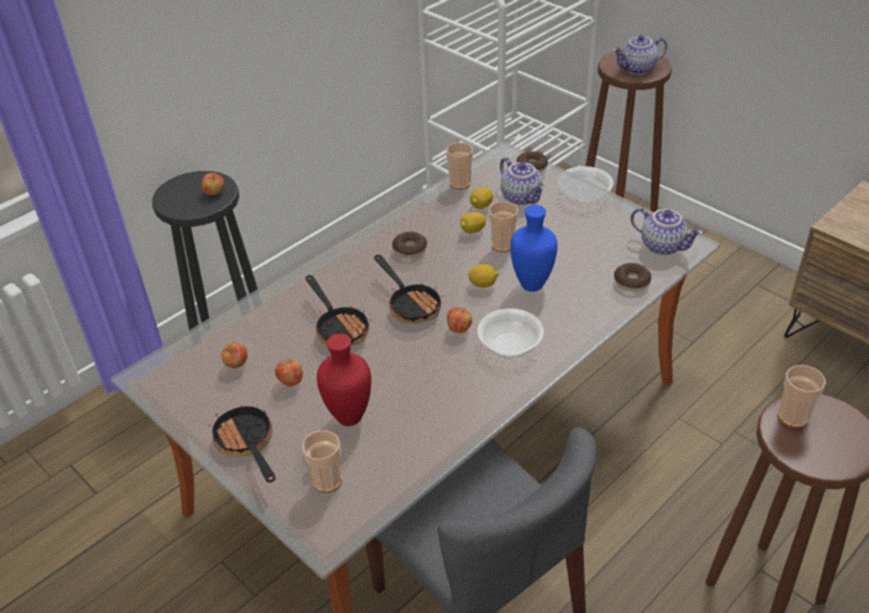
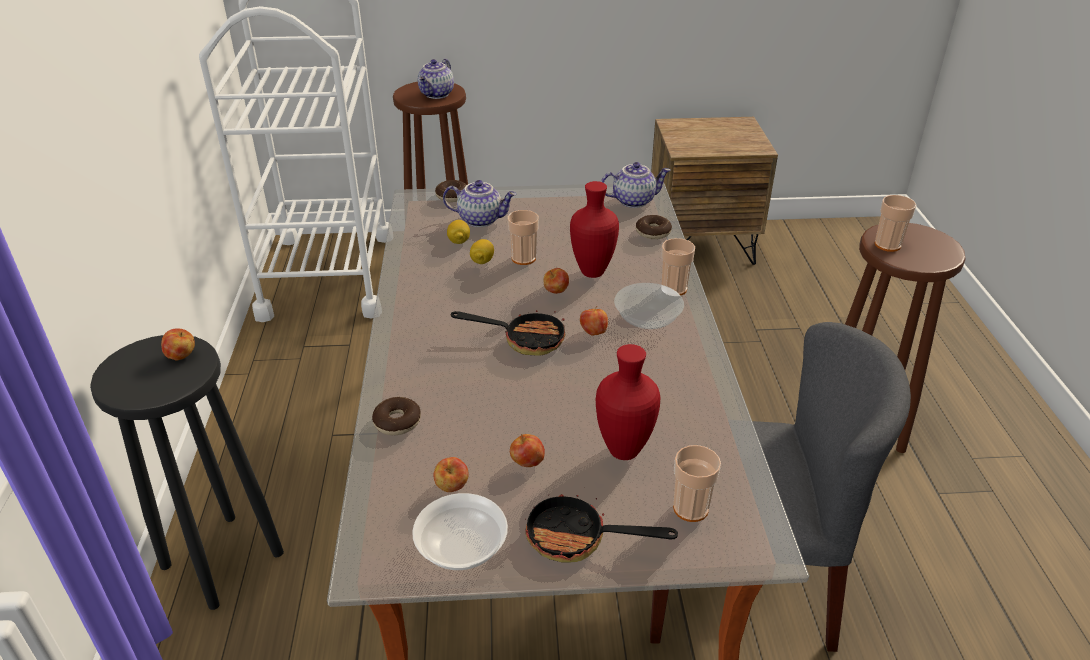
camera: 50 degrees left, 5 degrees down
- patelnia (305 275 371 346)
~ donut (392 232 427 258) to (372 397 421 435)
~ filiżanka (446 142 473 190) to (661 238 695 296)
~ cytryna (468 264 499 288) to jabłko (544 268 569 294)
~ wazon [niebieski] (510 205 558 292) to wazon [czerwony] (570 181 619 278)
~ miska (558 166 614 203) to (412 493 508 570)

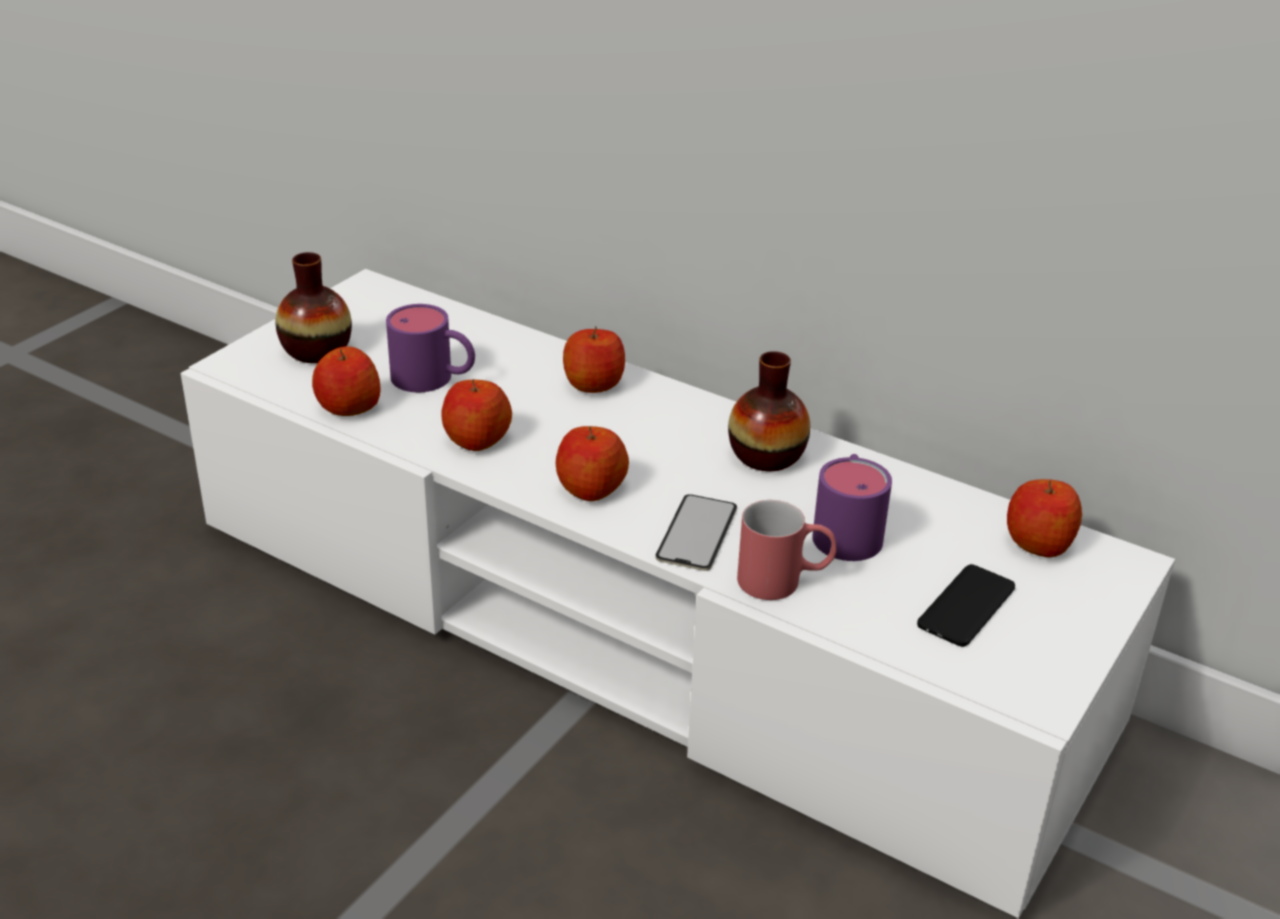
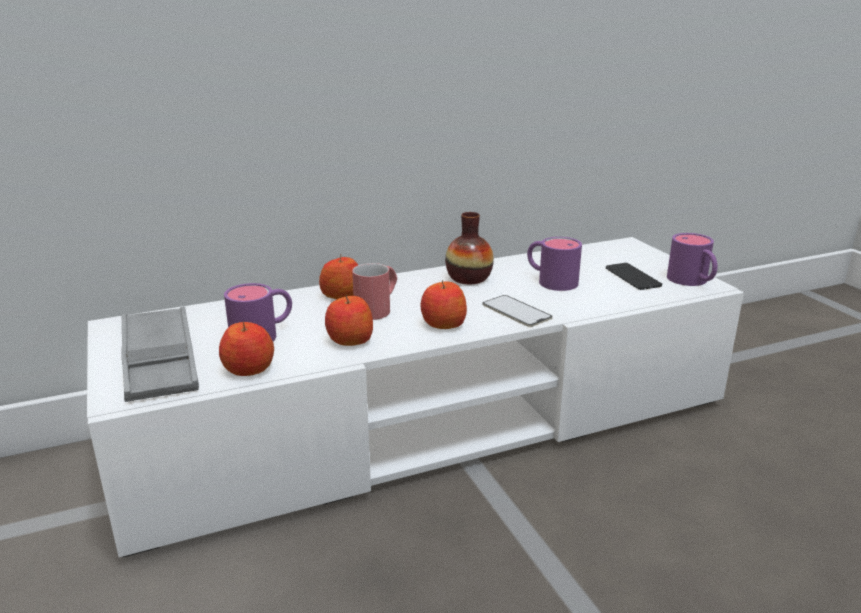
camera: 55 degrees left, 10 degrees down
~ wazon (275 252 352 363) to taca [szary] (121 306 199 402)
~ kubek [czerwony] (737 500 836 600) to (352 263 397 320)
- jabłko (1007 479 1082 558)
+ kubek [fioletowy] (667 233 718 286)

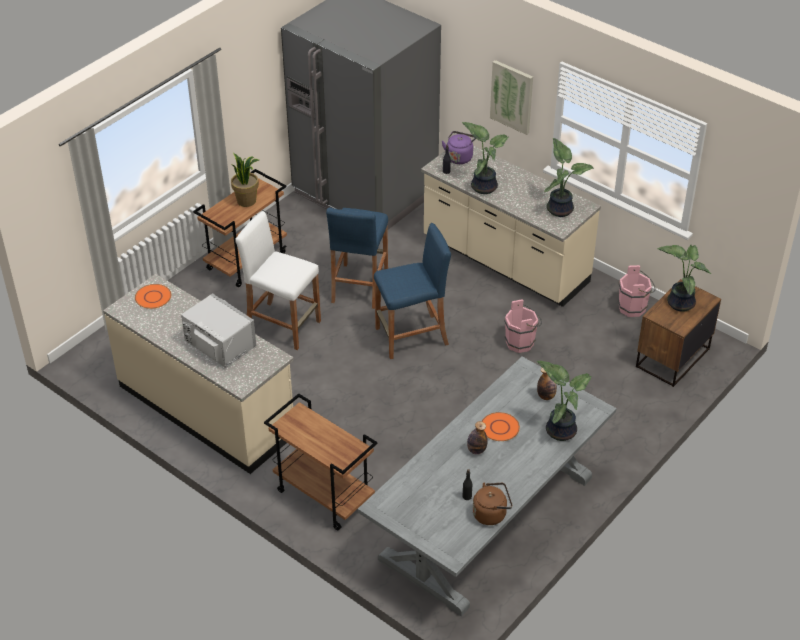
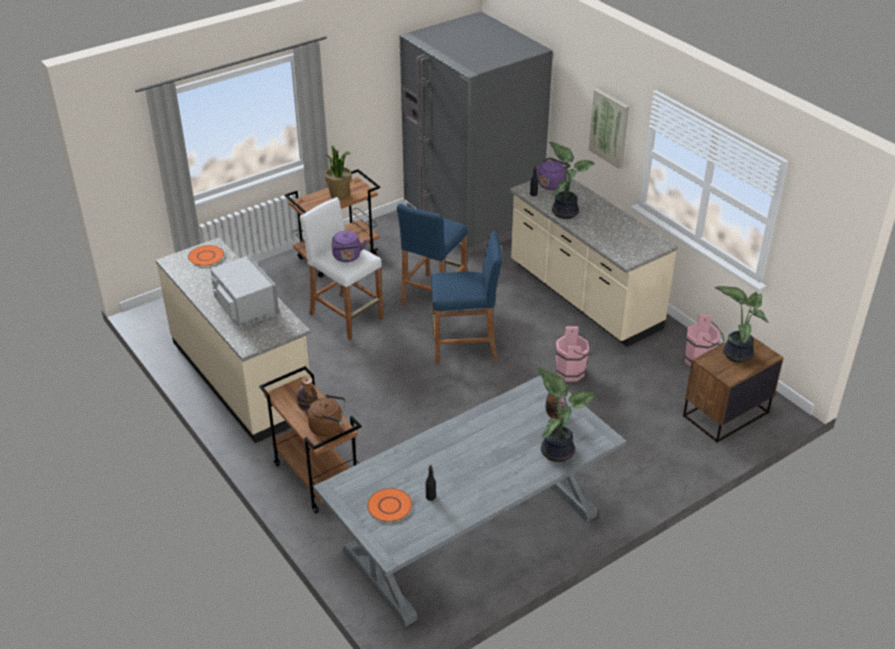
camera: 15 degrees right, 5 degrees down
~ butelka (467 421 488 455) to (297 376 318 412)
~ czajnik [brązowy] (473 483 512 525) to (308 395 345 437)
~ talerz [pomarańczowy] (482 412 520 441) to (367 488 412 522)
- roślina doniczkowa (544 138 593 217)
+ czajnik [fioletowy] (332 231 366 262)

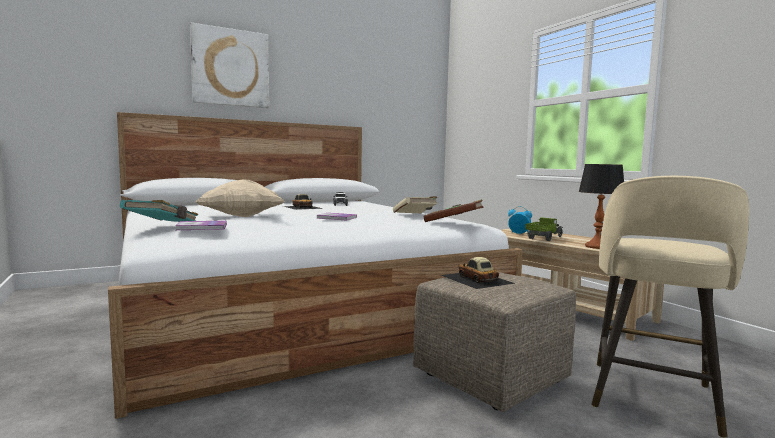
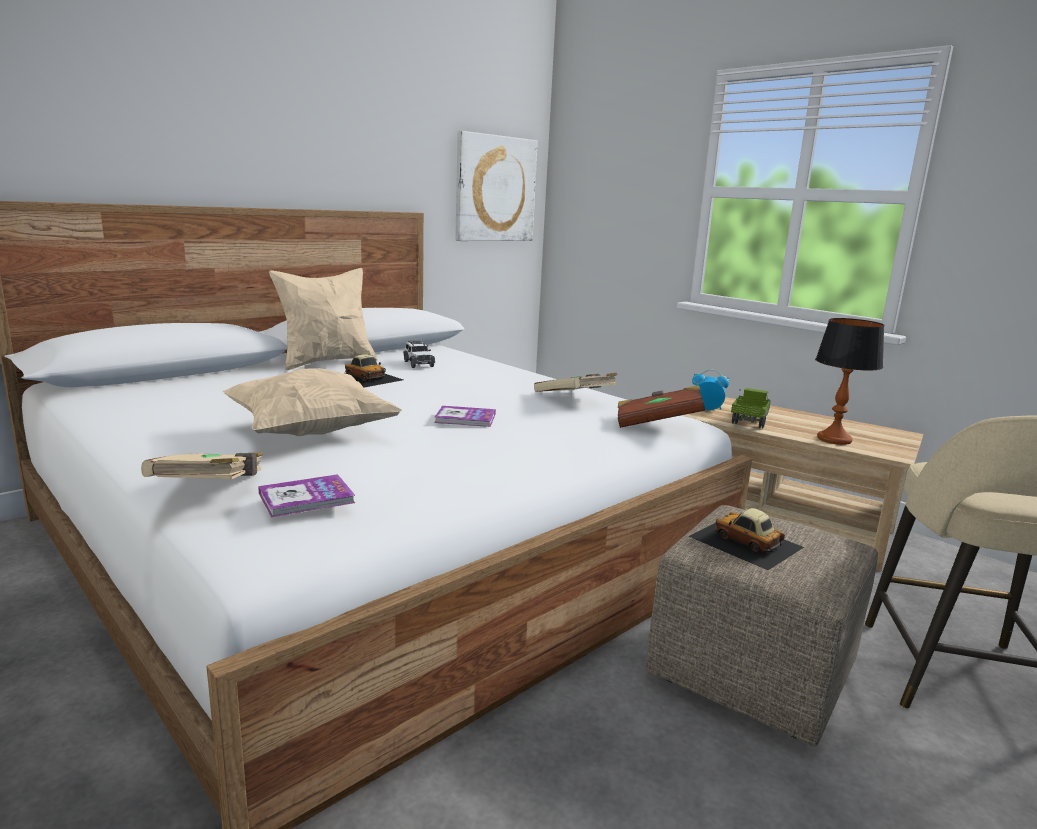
camera: 15 degrees left, 10 degrees up
~ książka [turkusowy] (120 200 198 222) to książka [beżowy] (141 452 263 479)
~ obraz (190 23 269 108) to (455 131 538 241)
+ poduszka [beżowy] (269 268 378 370)

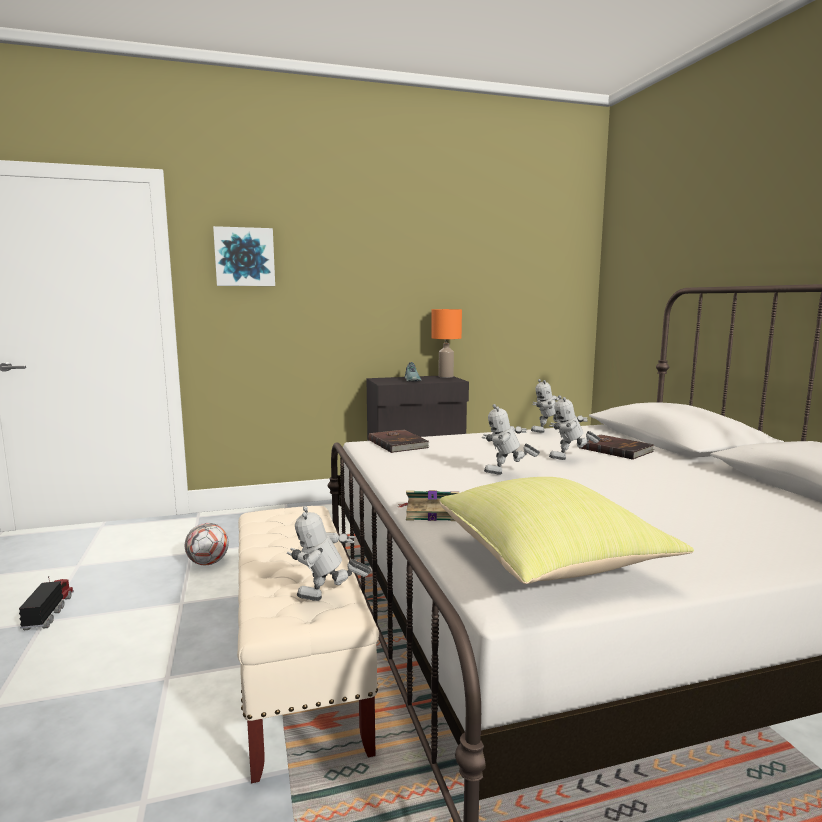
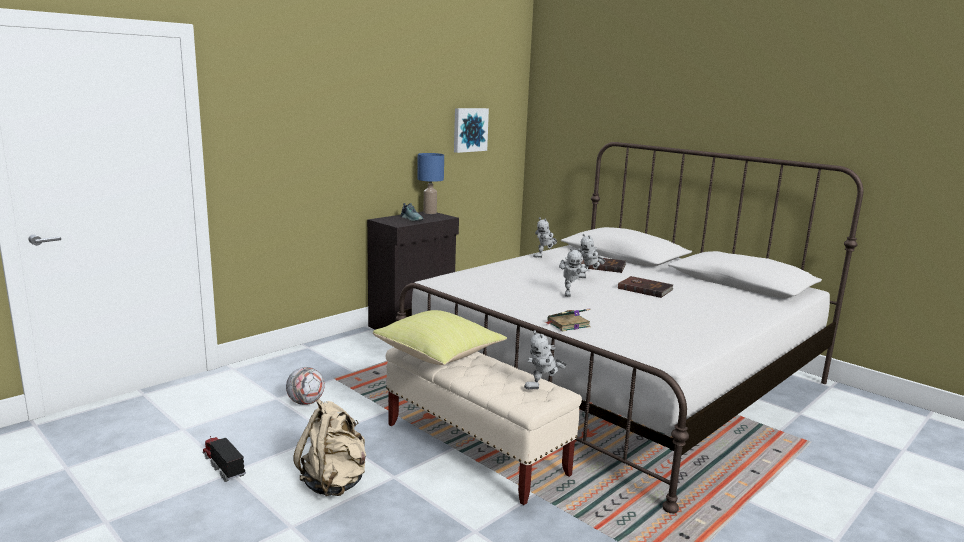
camera: 30 degrees left, 5 degrees up
~ obraz (213 226 275 286) to (454 108 489 153)
~ książka [brązowy] (369 430 429 453) to (618 276 674 298)
~ lampa stołowa [pomarańczowy] (431 309 462 378) to lampa stołowa [niebieski] (417 153 444 214)
~ poduszka [żółty] (439 477 694 584) to (373 310 507 365)
~ robot zabawkowy (482 404 540 475) = (559 248 588 297) 60 degrees counterclockwise
+ plecak [beżowy] (294 399 366 496)

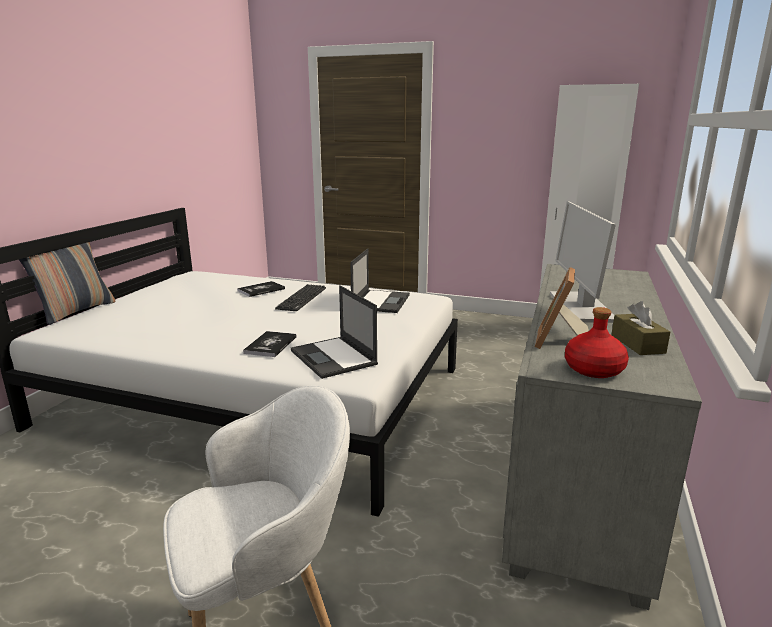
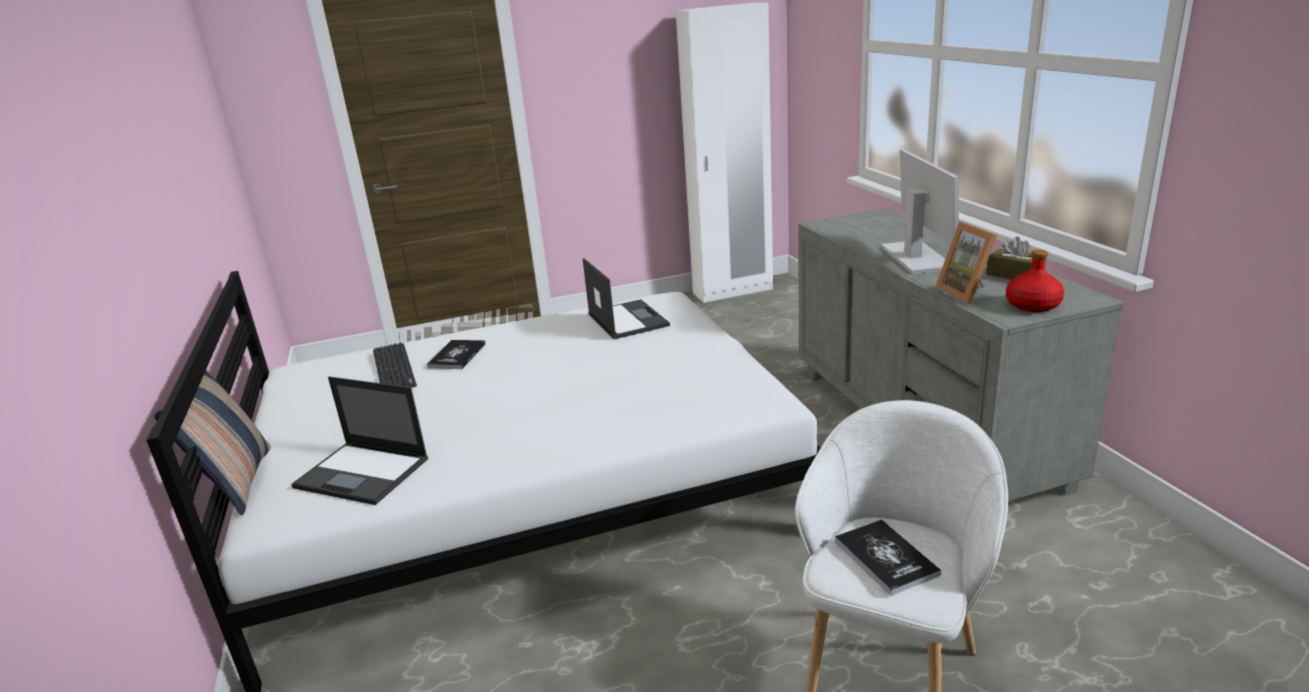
camera: 35 degrees left, 5 degrees up
~ książka (243 331 297 357) to (835 519 941 596)
~ klawiatura (275 284 326 311) to (373 342 417 388)
~ laptop (291 285 378 379) to (291 377 428 505)
~ monitor (550 201 616 323) = (881 149 959 274) 150 degrees counterclockwise

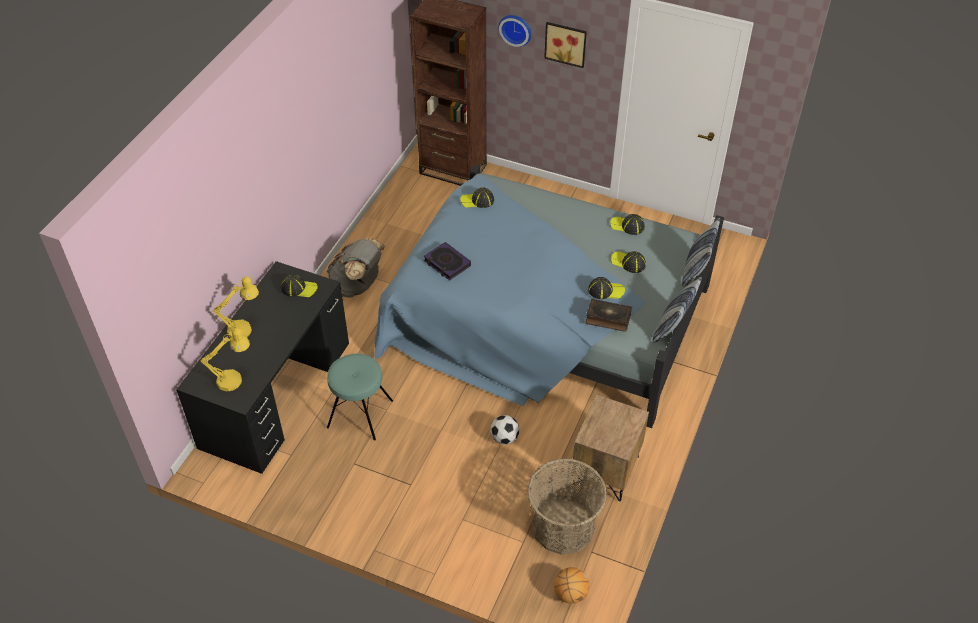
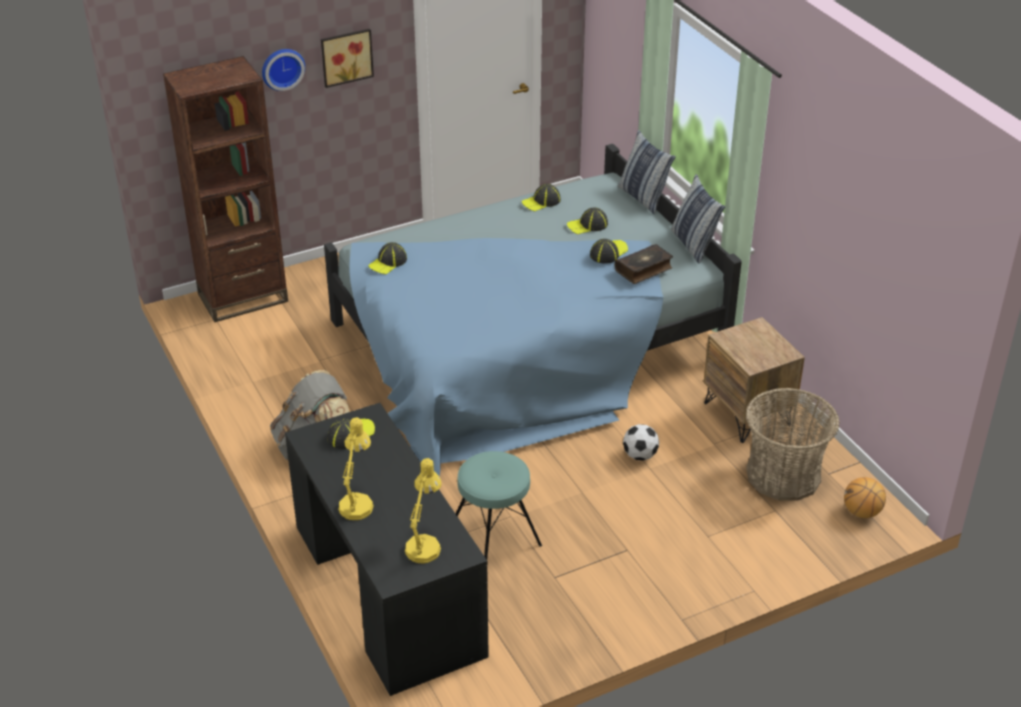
camera: 50 degrees left, 10 degrees down
- książka (424 242 471 281)

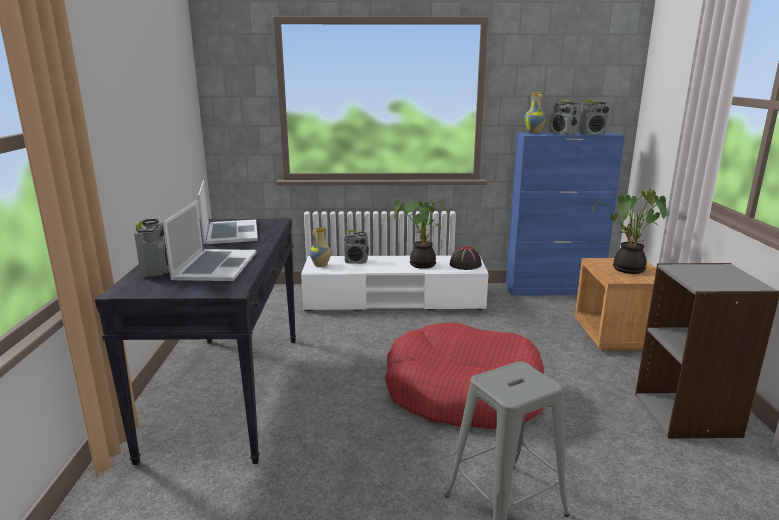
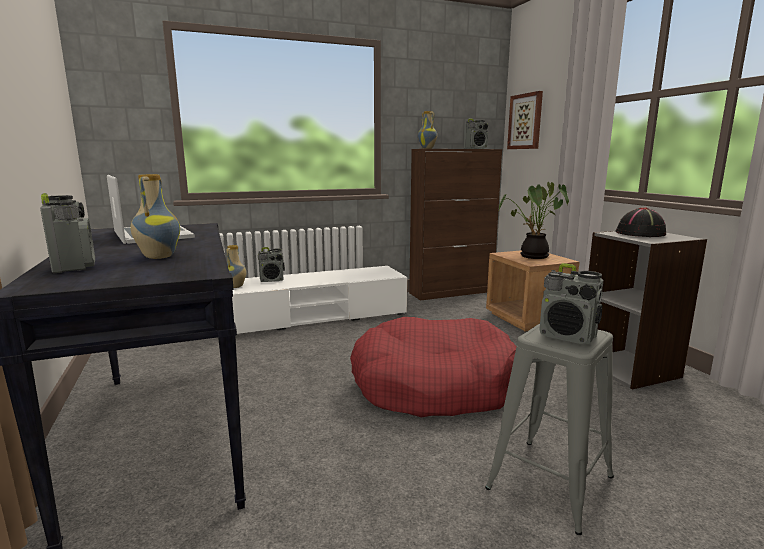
camera: 20 degrees left, 5 degrees down
~ laptop (163 201 257 281) to wazon (131 174 180 259)
- roślina doniczkowa (393 196 447 269)
~ kapelusz [czarny] (450 246 482 270) to (616 207 666 237)
~ szafka [niebieski] (506 132 625 296) to szafka [brązowy] (409 149 502 301)
~ radio (549 100 579 135) to (539 263 604 344)
+ obraz (507 91 543 149)

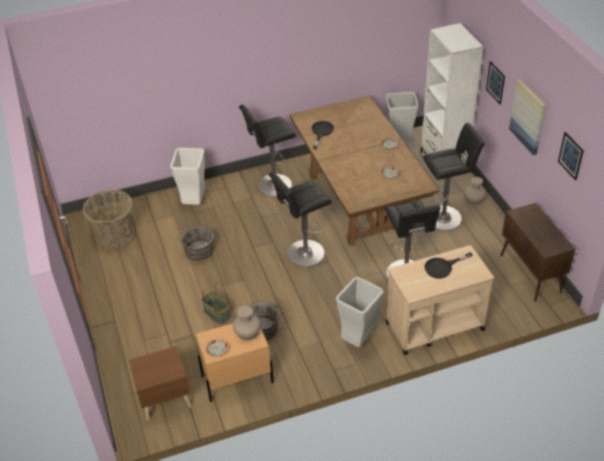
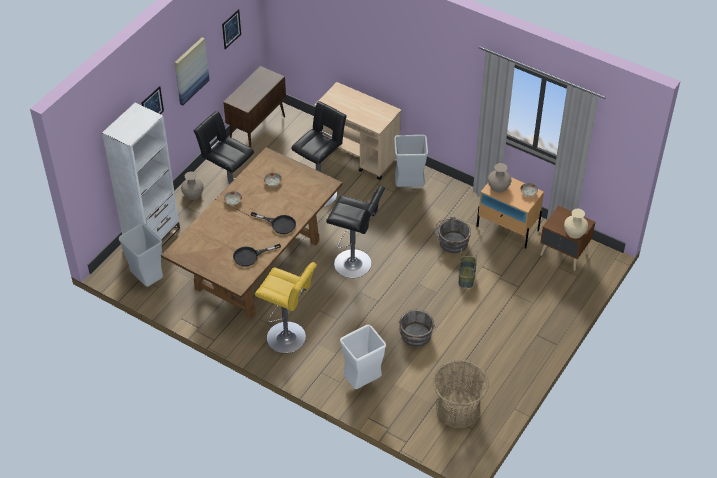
camera: 130 degrees left, 5 degrees up
~ stołek [czarny] (239 105 296 196) to stołek [żółty] (255 262 317 353)
~ patelnia [czarny] (424 252 473 279) to (250 212 296 234)
+ wazon [beżowy] (564 209 588 238)

